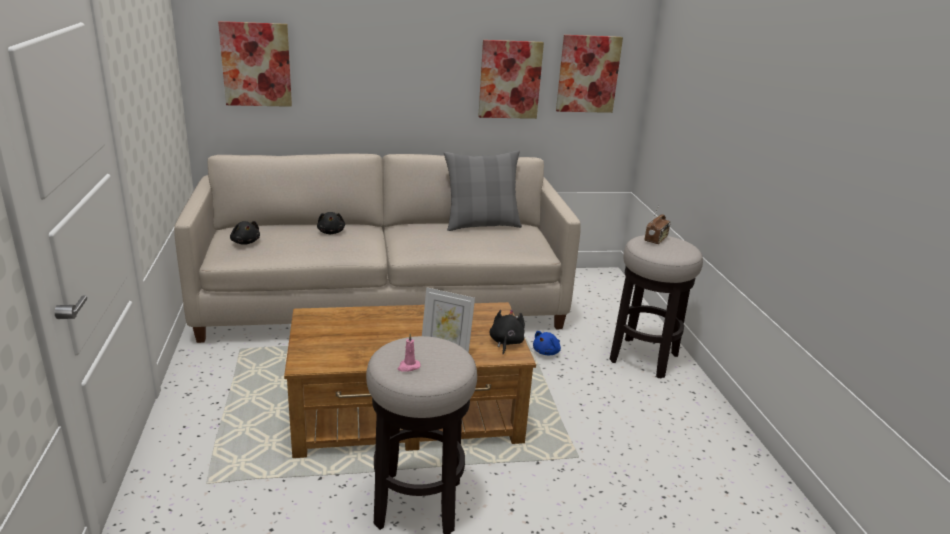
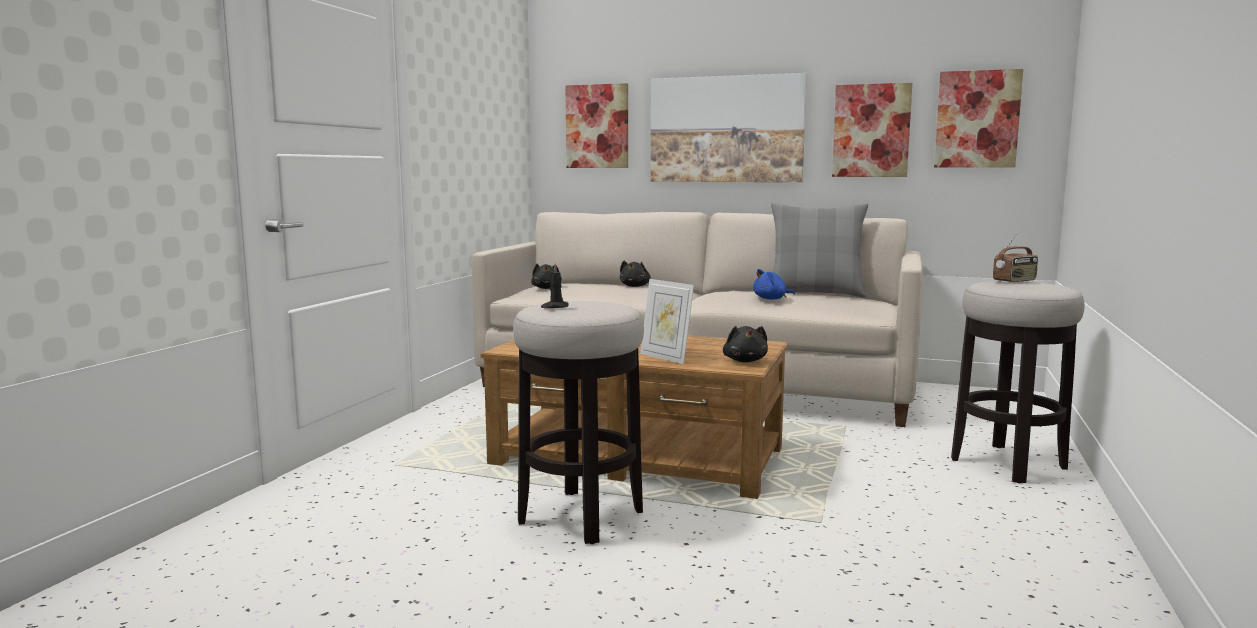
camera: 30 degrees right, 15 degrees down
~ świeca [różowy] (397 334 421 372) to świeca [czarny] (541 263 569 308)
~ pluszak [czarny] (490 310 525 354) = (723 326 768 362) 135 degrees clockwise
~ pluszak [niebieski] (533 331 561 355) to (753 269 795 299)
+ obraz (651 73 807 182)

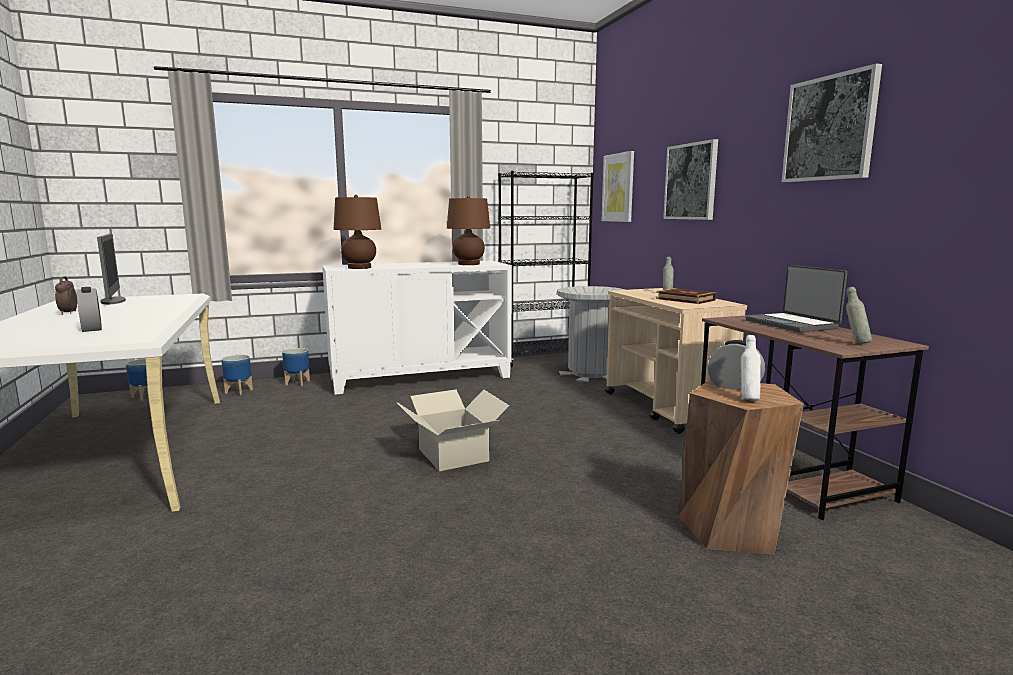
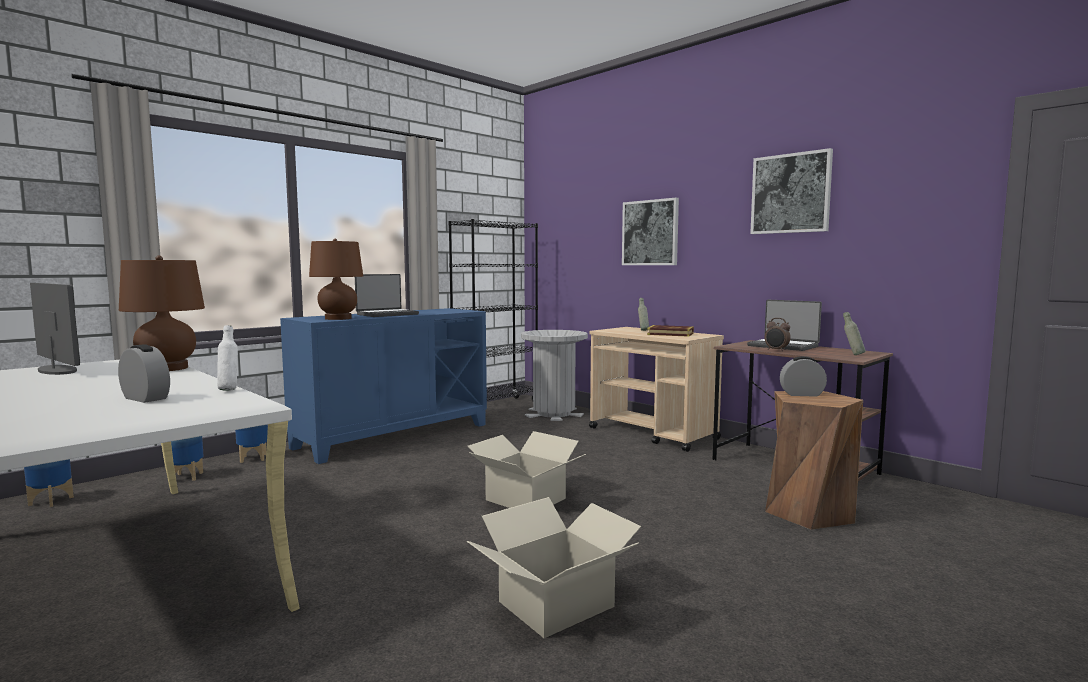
camera: 25 degrees left, 5 degrees down
~ budzik (55 276 77 315) to (764 318 791 351)
~ szafka [biały] (322 261 512 395) to szafka [niebieski] (280 308 487 464)
~ lampa stołowa [brązowy] (447 196 490 265) to (119 256 205 371)
- obraz (602 151 634 222)
~ butelka [biały] (741 335 761 401) to (217 325 238 391)
+ laptop (355 274 419 317)
+ karton (467 497 642 638)

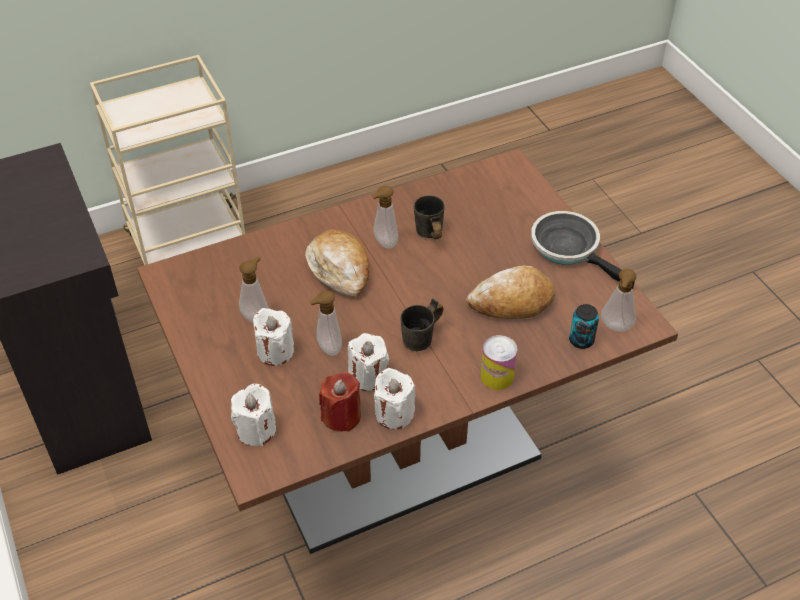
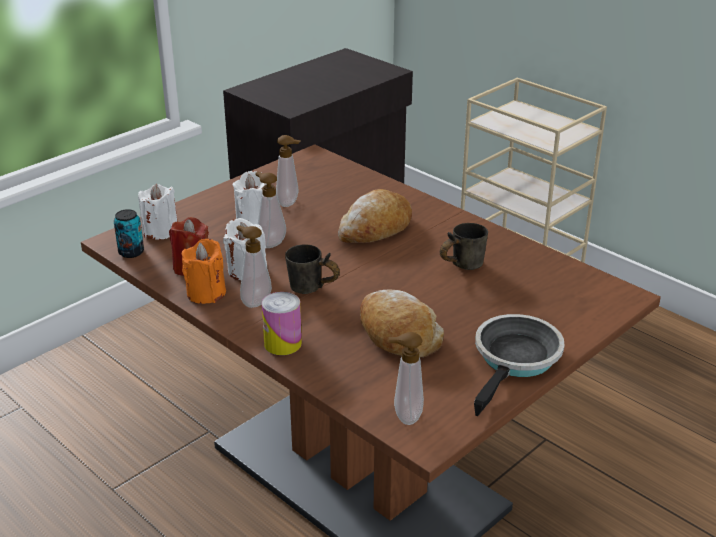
camera: 70 degrees right, 15 degrees down
~ dozownik mydła (371 186 398 249) to (237 225 272 308)
~ świeca [biały] (374 368 416 429) to świeca [pomarańczowy] (182 239 226 304)
~ puszka (569 304 599 349) to (114 209 144 258)

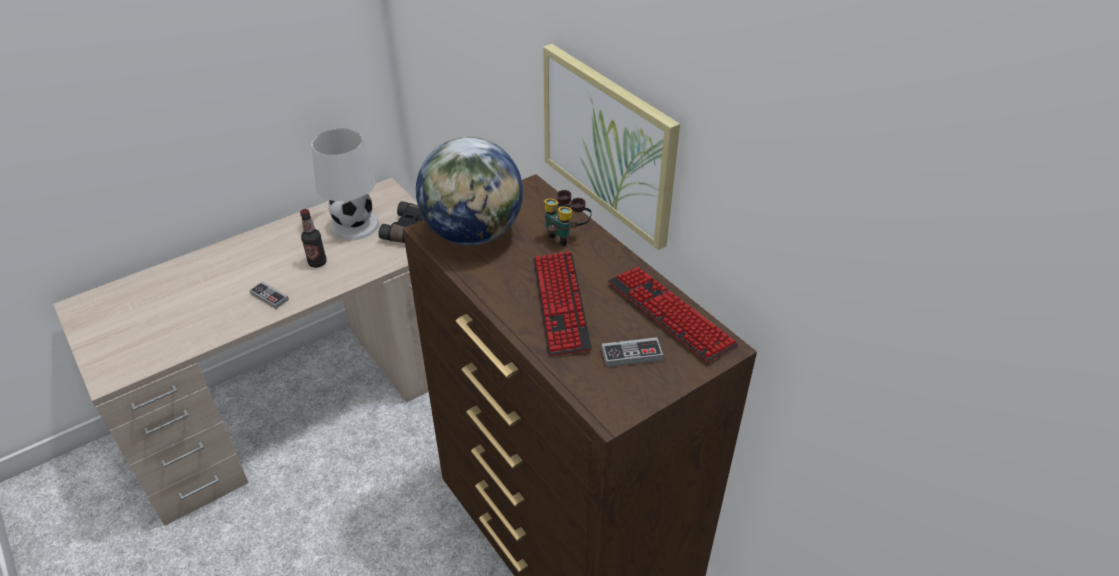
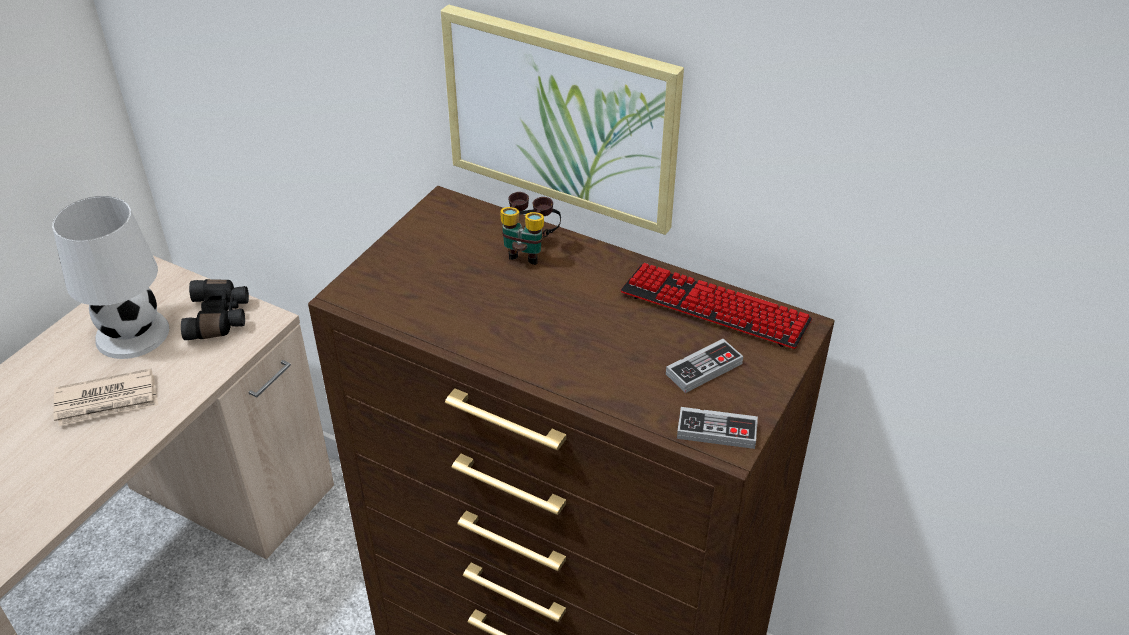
camera: 25 degrees left, 0 degrees up
~ pad do gier (249 281 289 309) to (677 407 758 449)
~ butelka (300 209 327 268) to gazeta (53 369 158 426)
- globus (416 137 523 245)
- klawiatura (533 251 592 356)

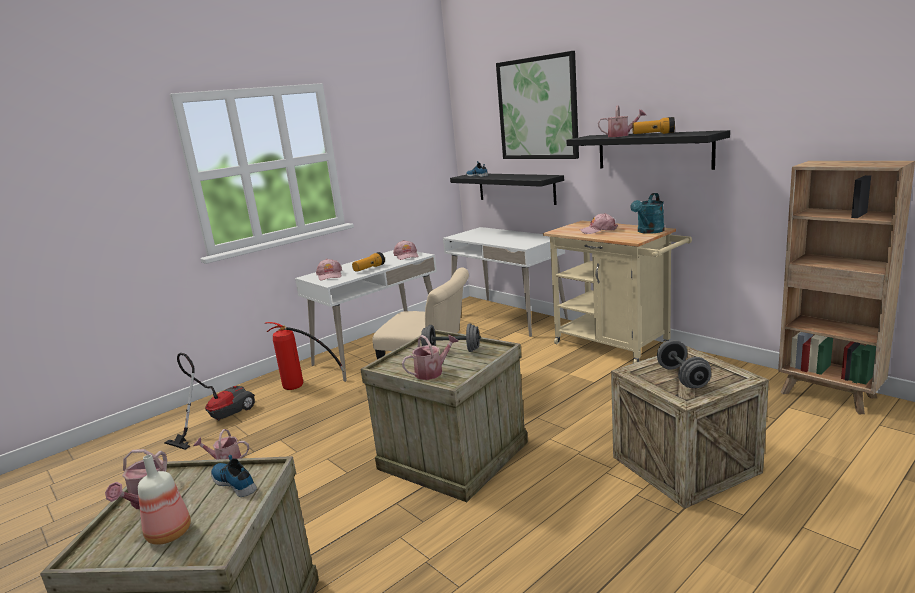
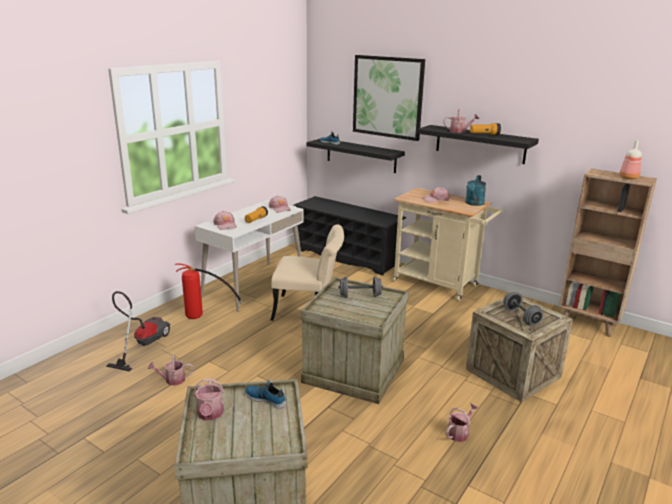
camera: 15 degrees left, 5 degrees up
~ butelka (138 454 191 545) to (619 140 642 179)
~ konewka (402 335 458 380) to (446 403 478 442)
~ biurko [biały] (443 227 568 337) to regał na buty [czarny] (293 196 406 276)

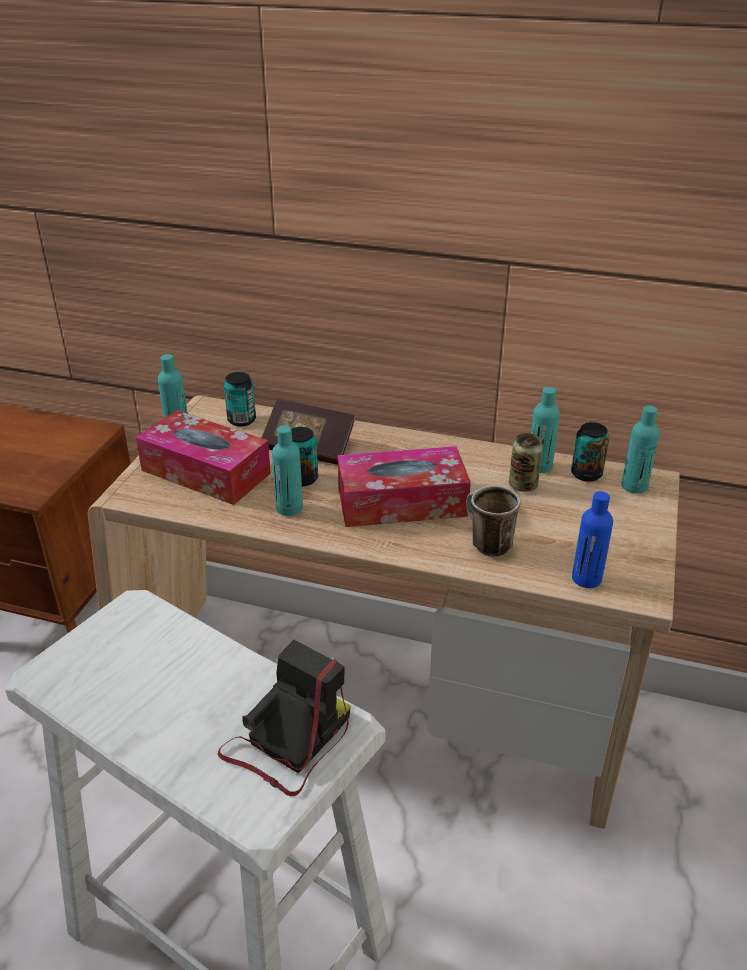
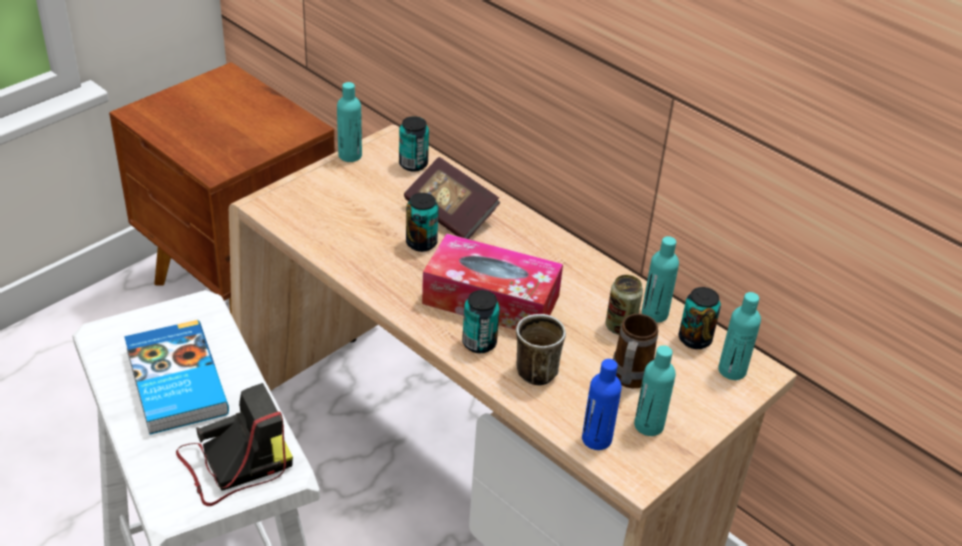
camera: 25 degrees right, 5 degrees up
- pudełko chusteczek (136 410 271 505)
~ butelka [turkusowy] (272 426 303 516) to (634 345 676 436)
+ książka (124 320 229 434)
+ puszka (462 290 500 353)
+ kubek (613 314 658 388)

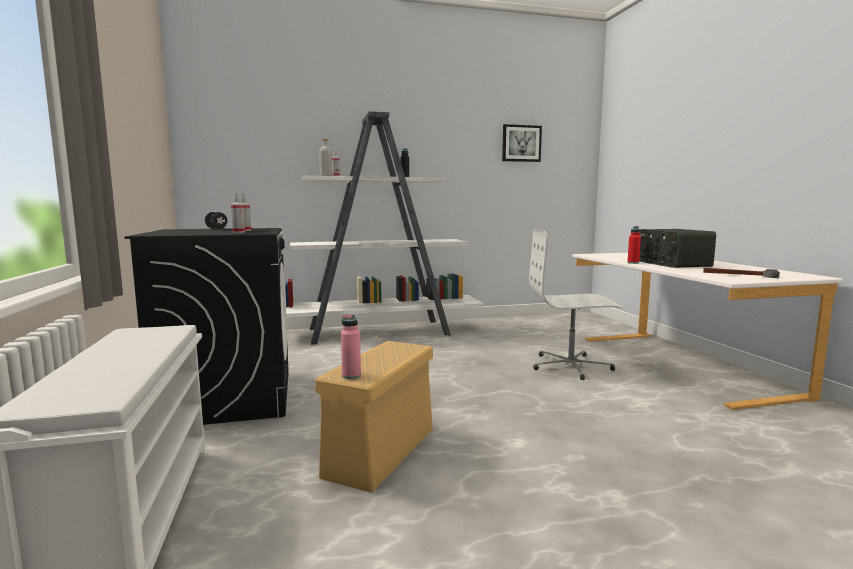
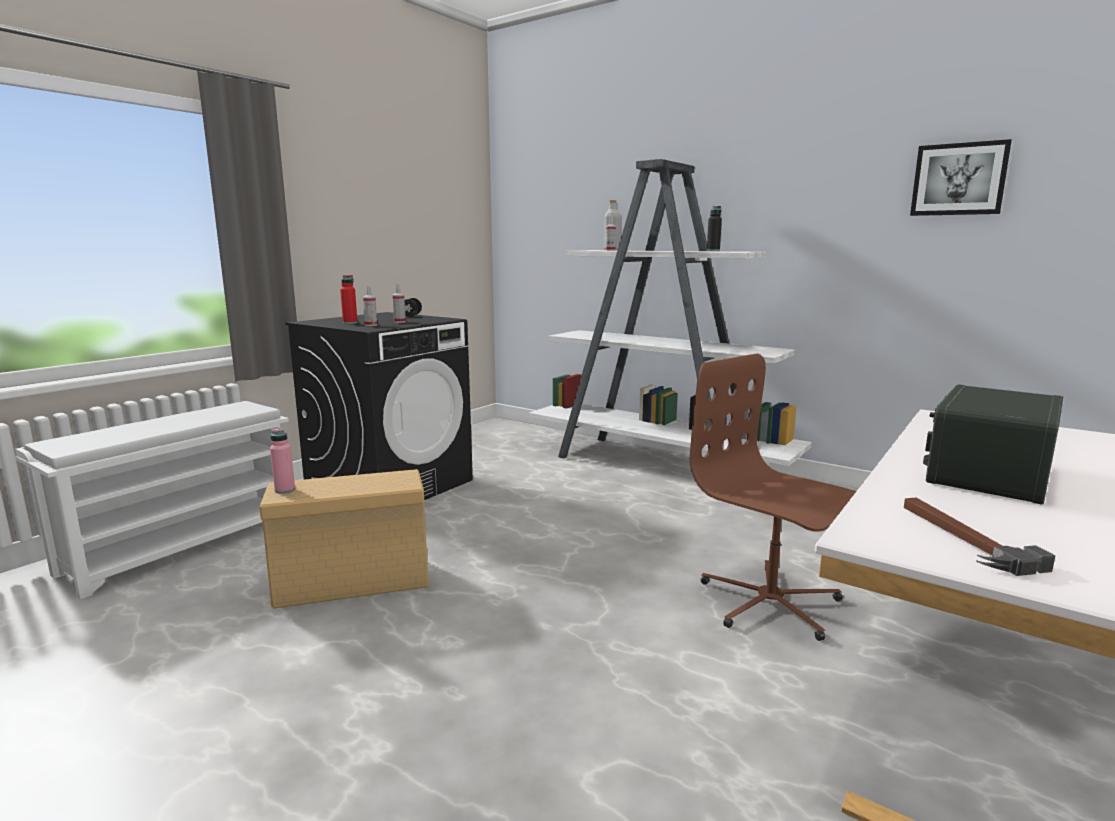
camera: 50 degrees right, 5 degrees up
~ krzesło biurowe [biały] (529 228 623 380) to krzesło biurowe [brązowy] (690 353 856 641)
~ butelka [czerwony] (627 226 641 264) to (340 275 358 324)

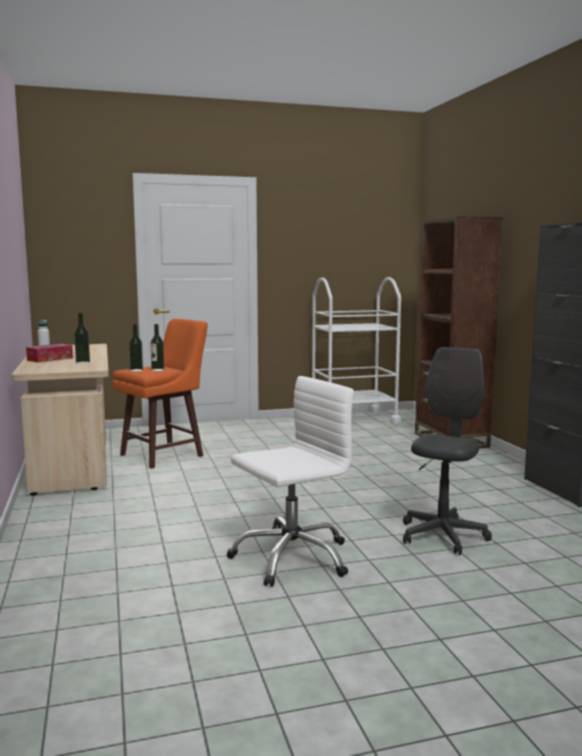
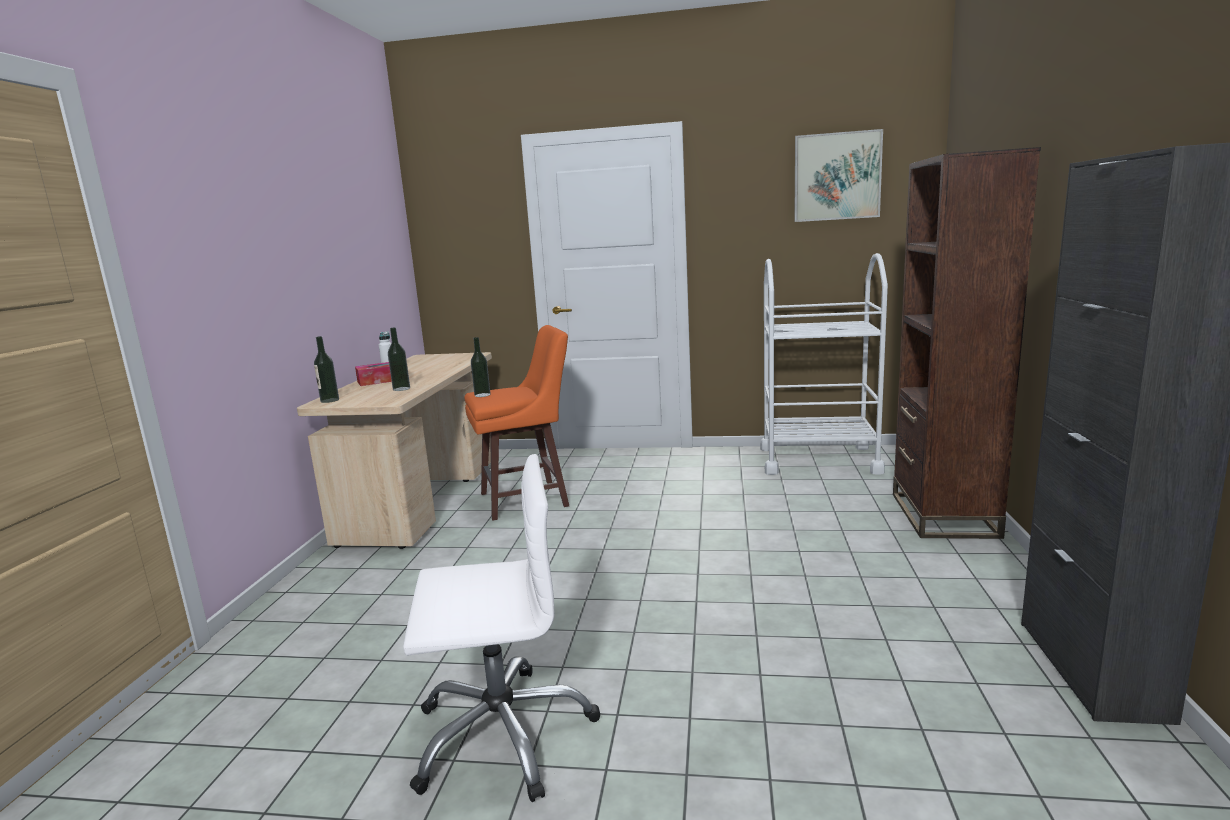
camera: 25 degrees right, 5 degrees up
~ butelka (151 324 164 371) to (314 336 339 403)
- krzesło biurowe [szary] (403 347 492 555)
+ obraz (794 129 883 222)

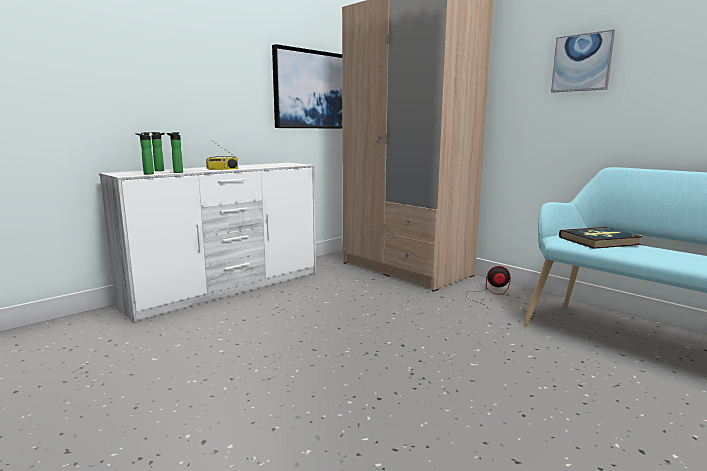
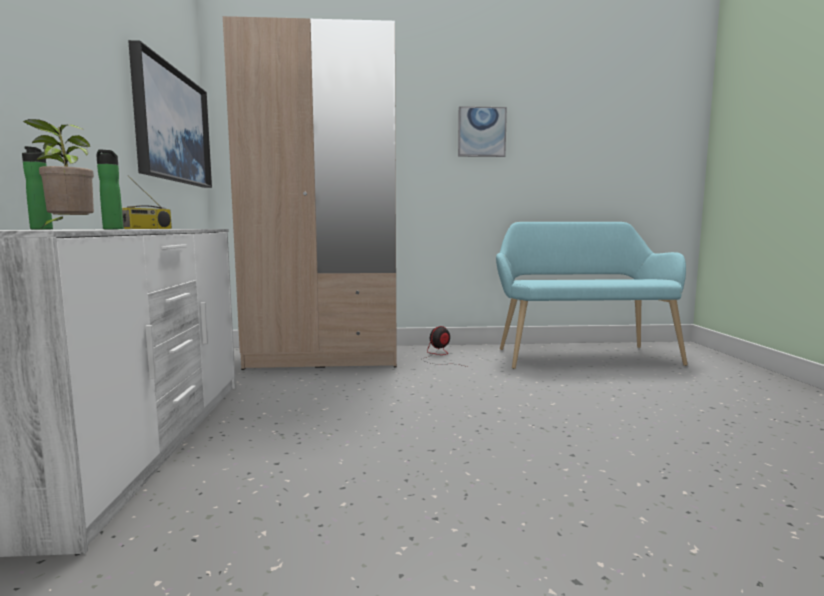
camera: 50 degrees left, 5 degrees down
~ butelka (135 132 154 174) to roślina doniczkowa (23 119 94 227)
- książka (559 227 642 249)

